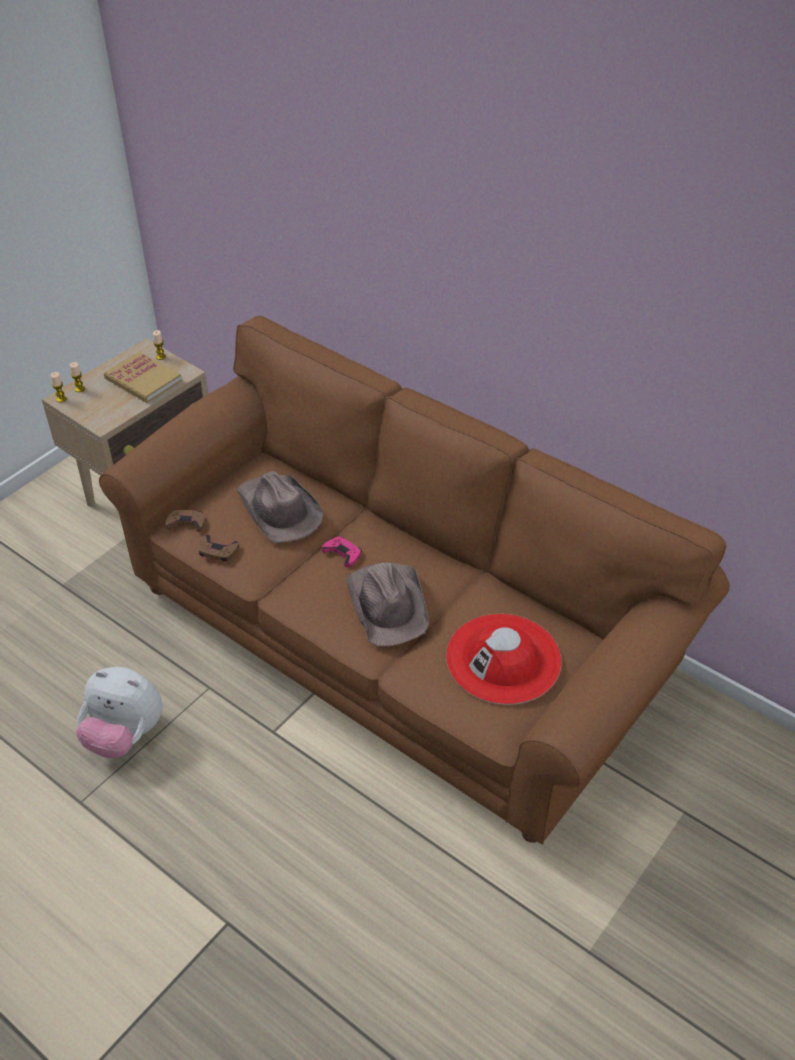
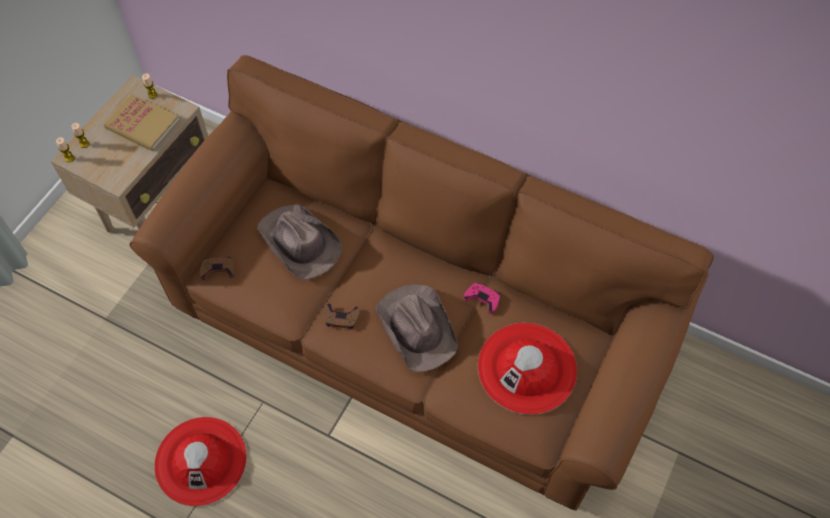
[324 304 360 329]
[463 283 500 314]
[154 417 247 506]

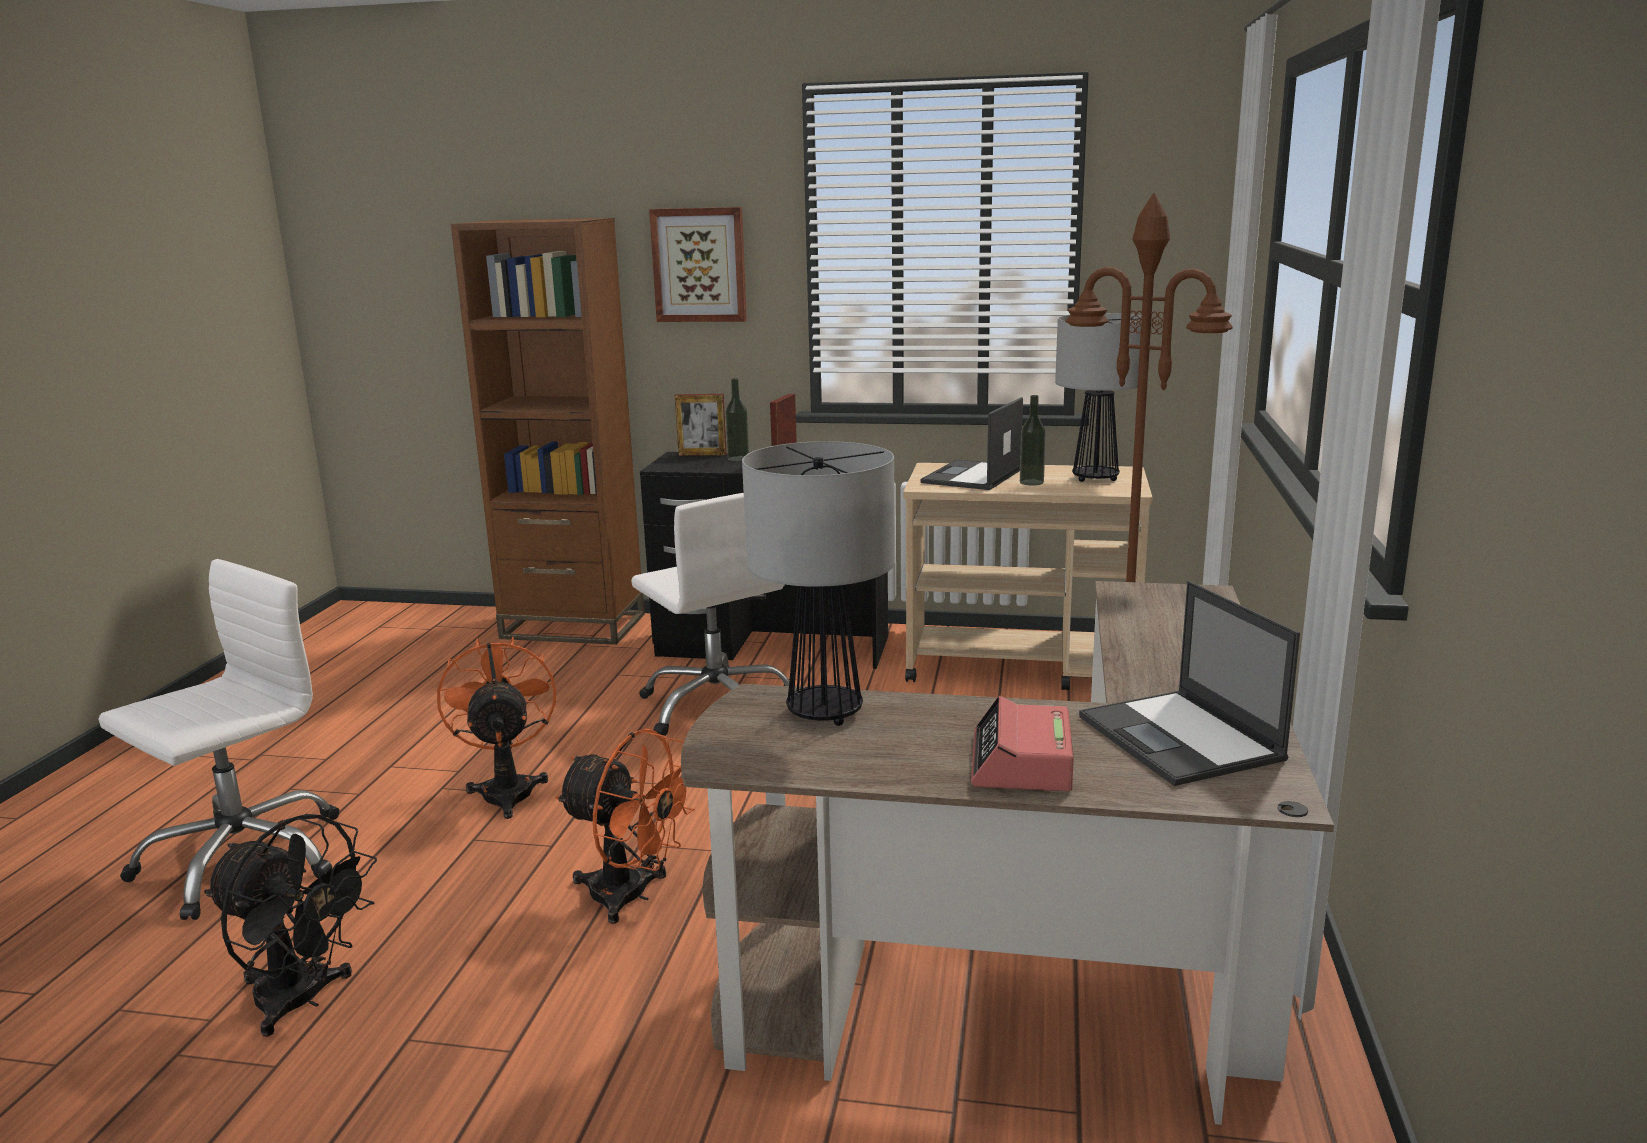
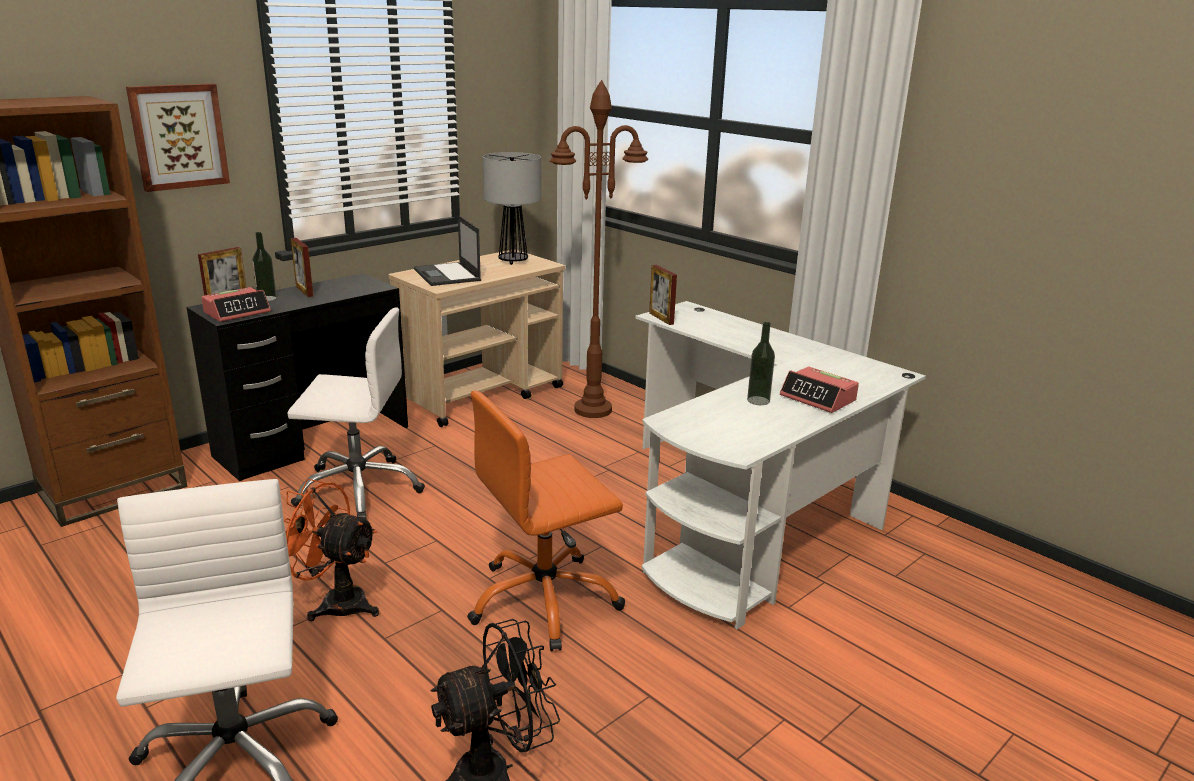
[747 322 775 405]
[742 441 895 726] (first image)
[635 301 926 629]
[1079 581 1300 786] (first image)
[467 391 625 651]
[649 265 677 325]
[201 287 271 322]

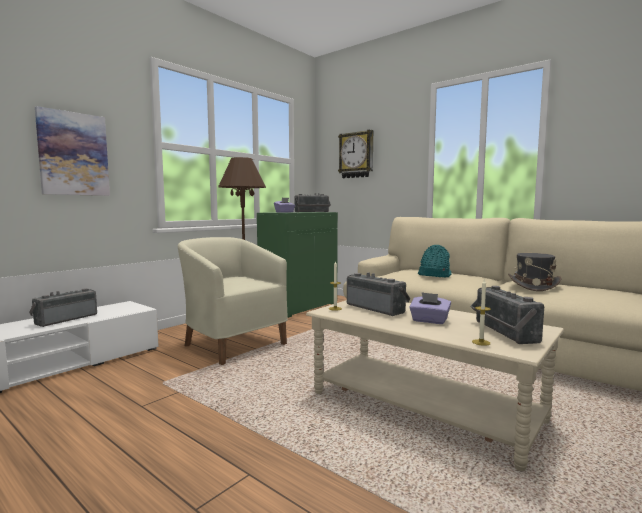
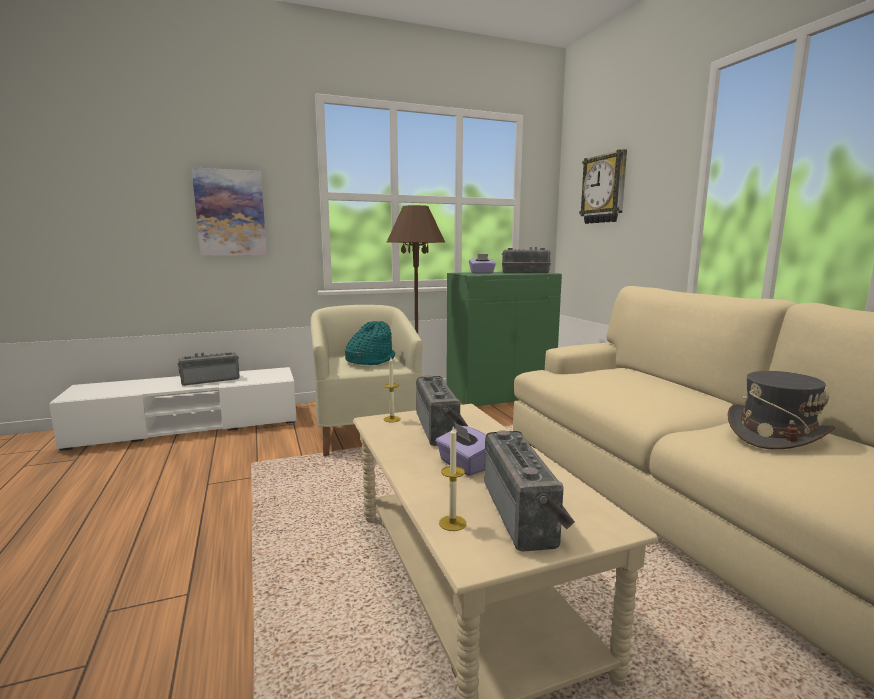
[345 321 395 365]
[484 430 575 552]

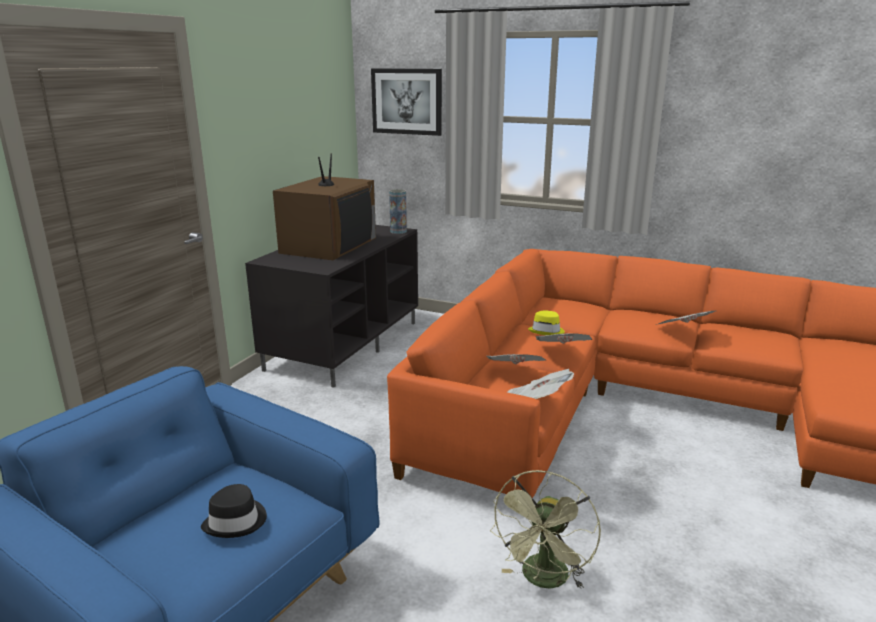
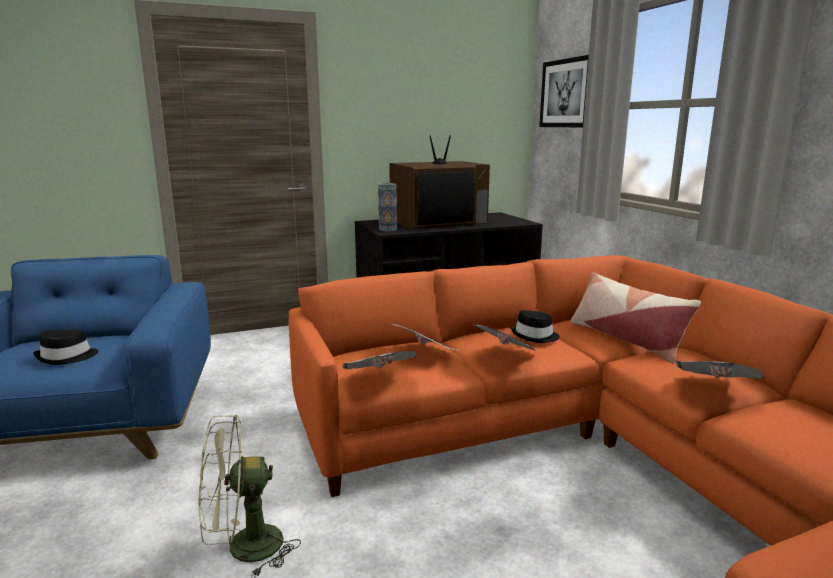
[378 183 397 231]
[511 310 559 343]
[571 272 701 363]

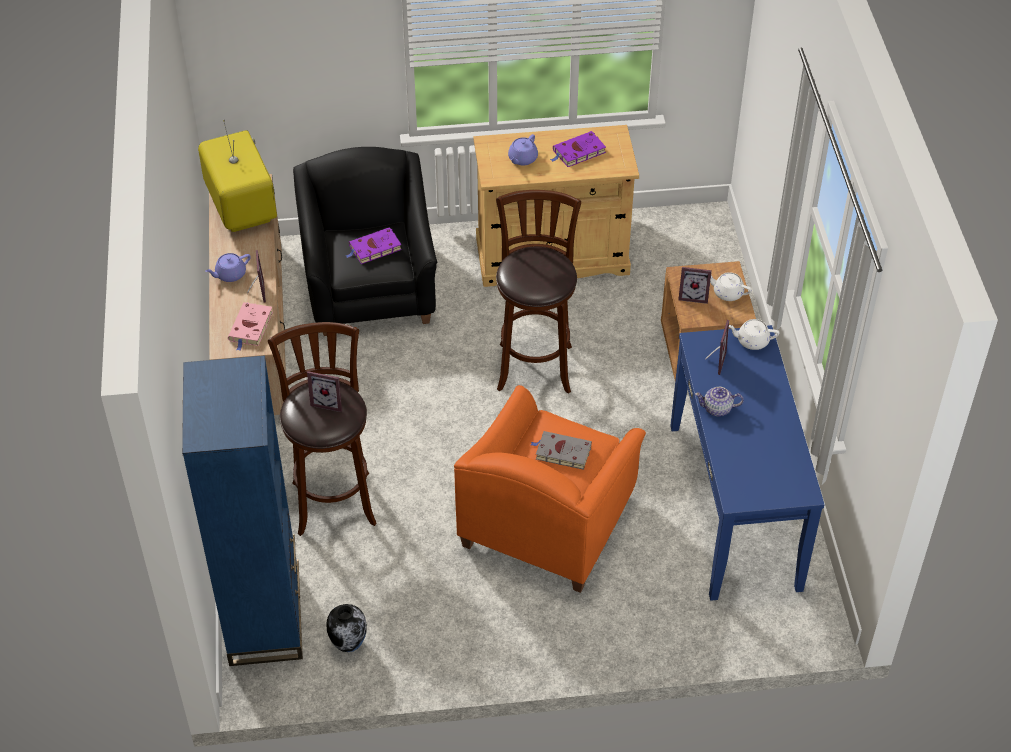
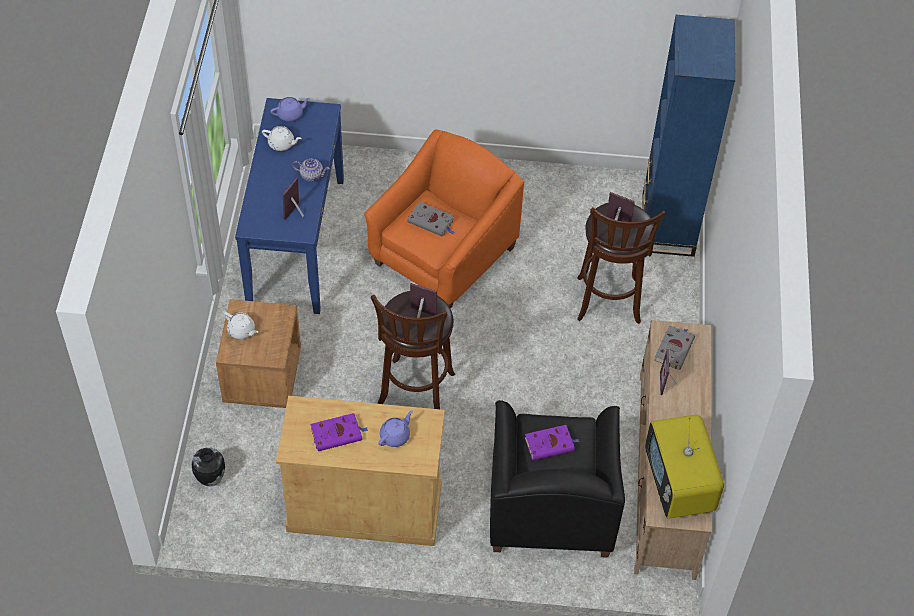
[271 97 310 122]
[410 283 437 318]
[654 325 695 370]
[262 126 301 151]
[191 448 225 486]

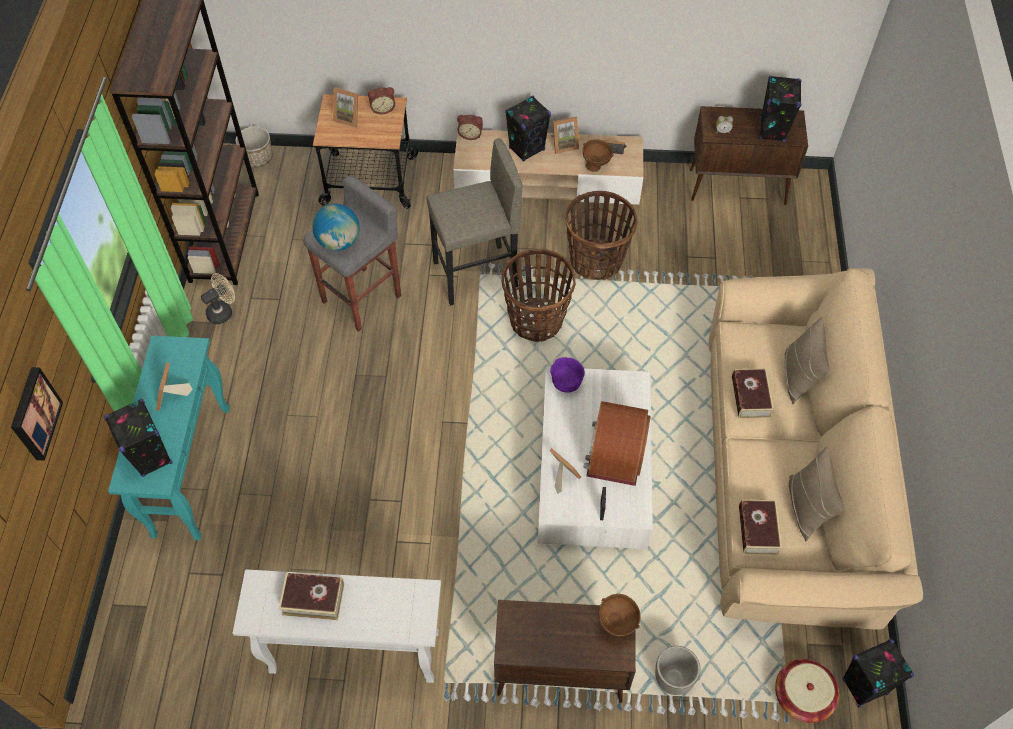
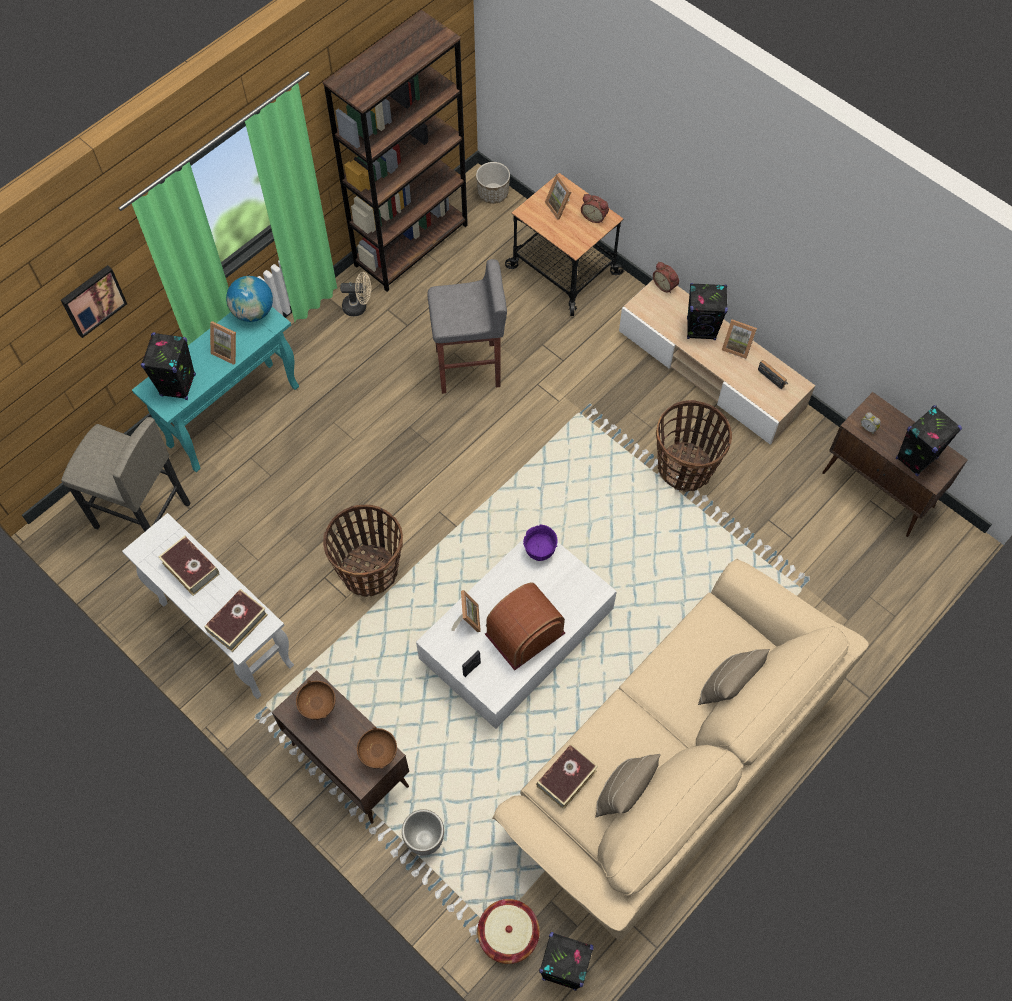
[61 417 190 532]
[296 680 336 720]
[226 276 273 322]
[323 504 403 597]
[210 321 236 365]
[204 589 268 652]

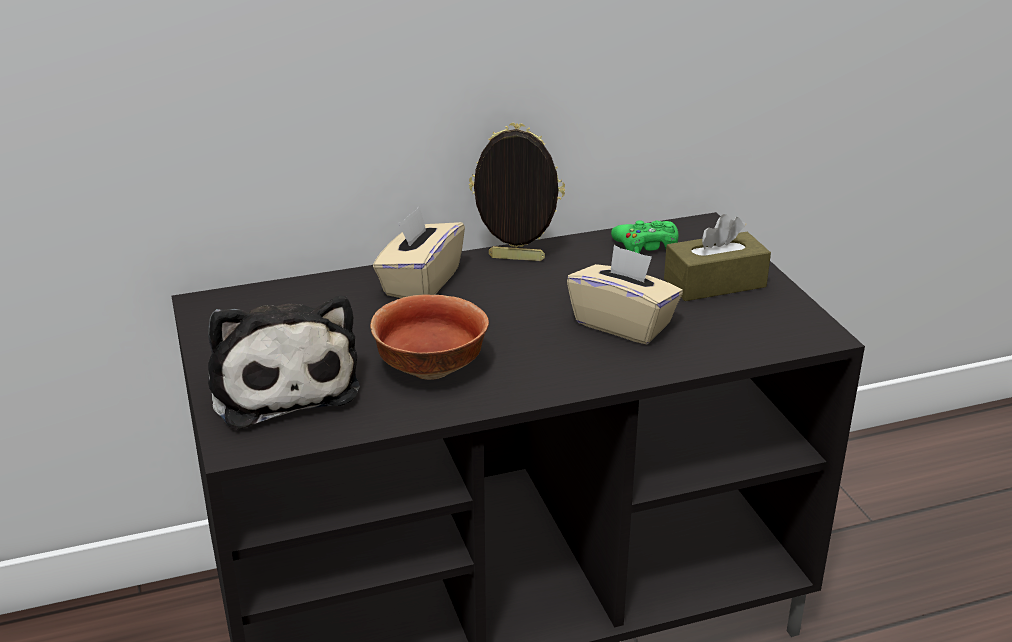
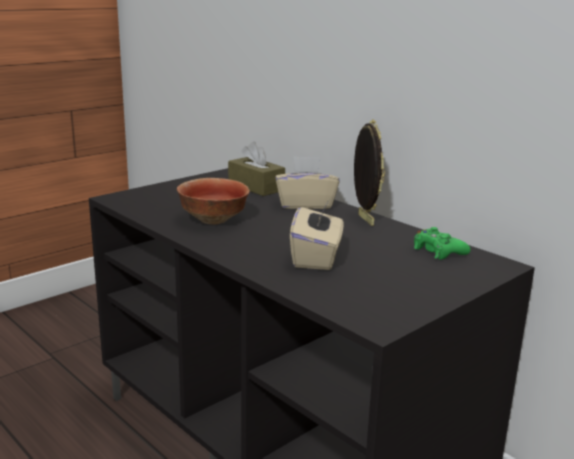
[228 142 285 196]
[208 296 360 430] (first image)

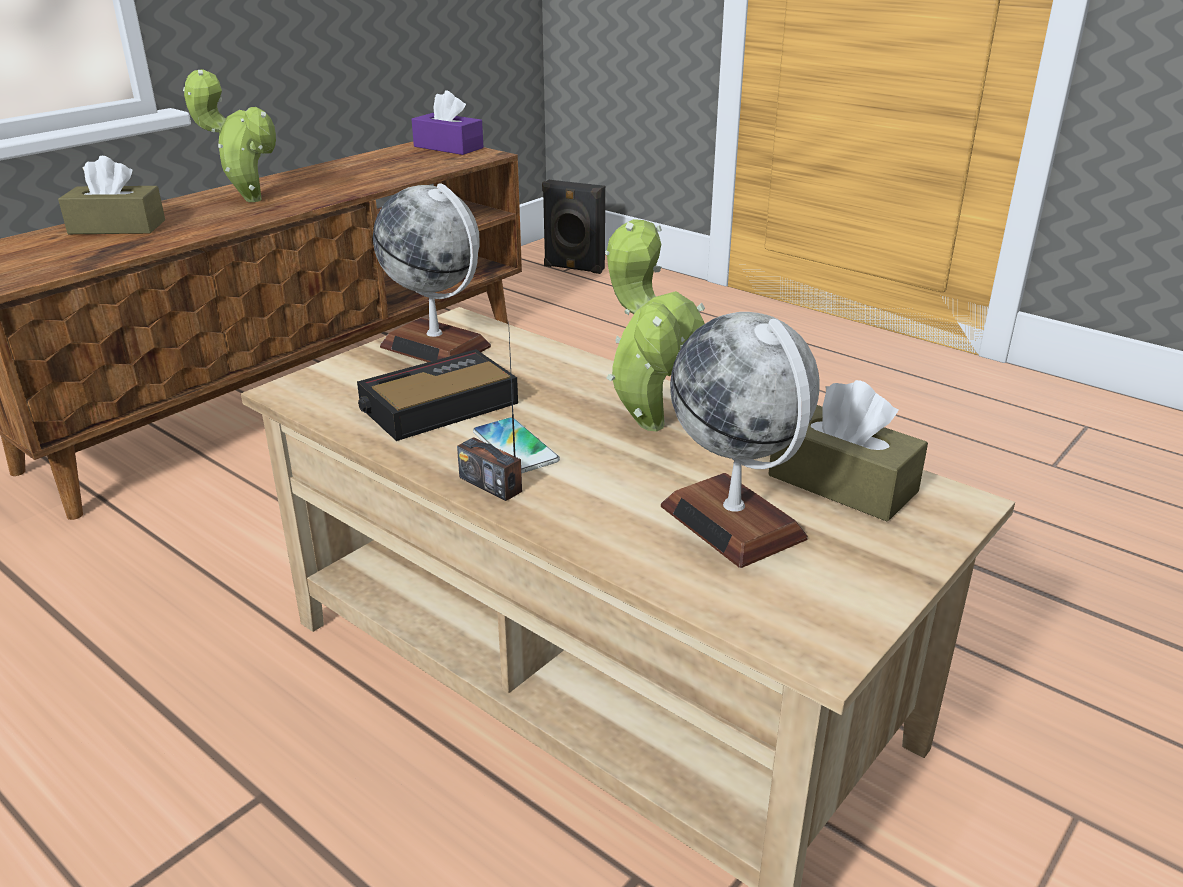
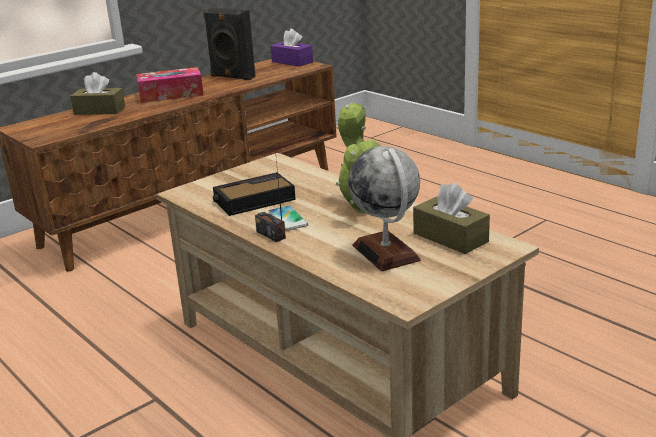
[136 67 204 103]
[203 8 256 80]
[373 183 491 362] (first image)

